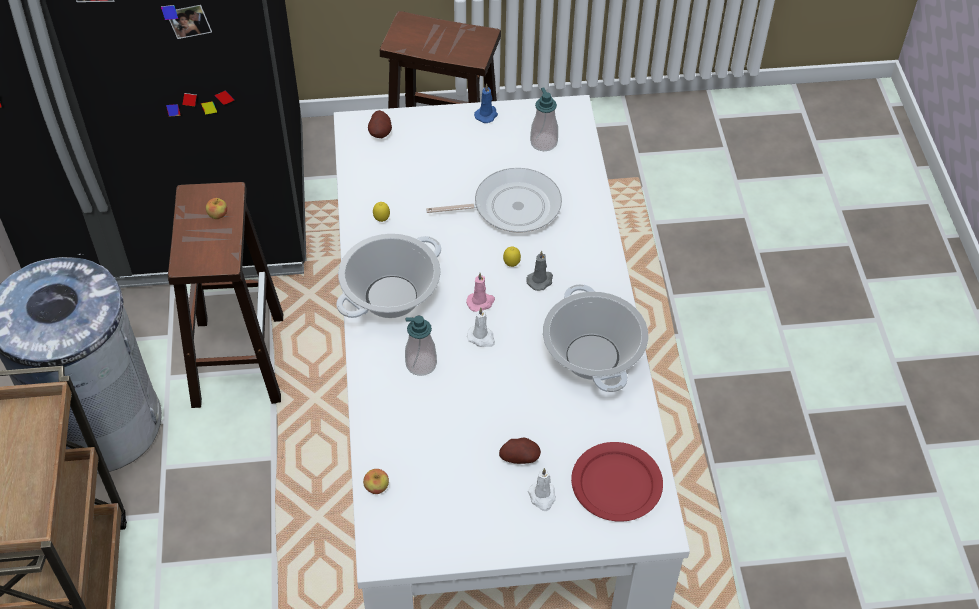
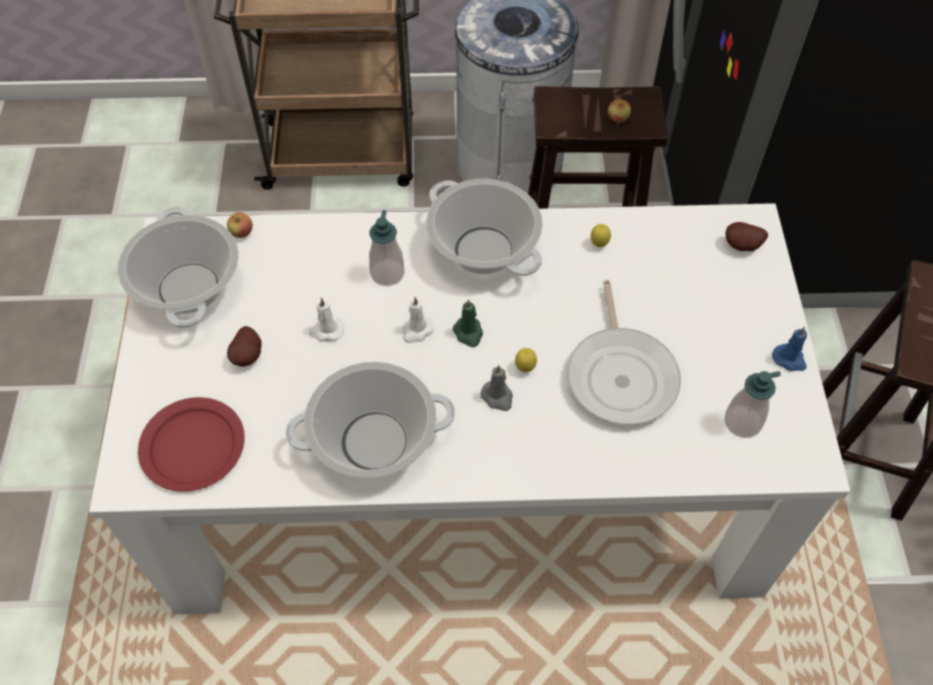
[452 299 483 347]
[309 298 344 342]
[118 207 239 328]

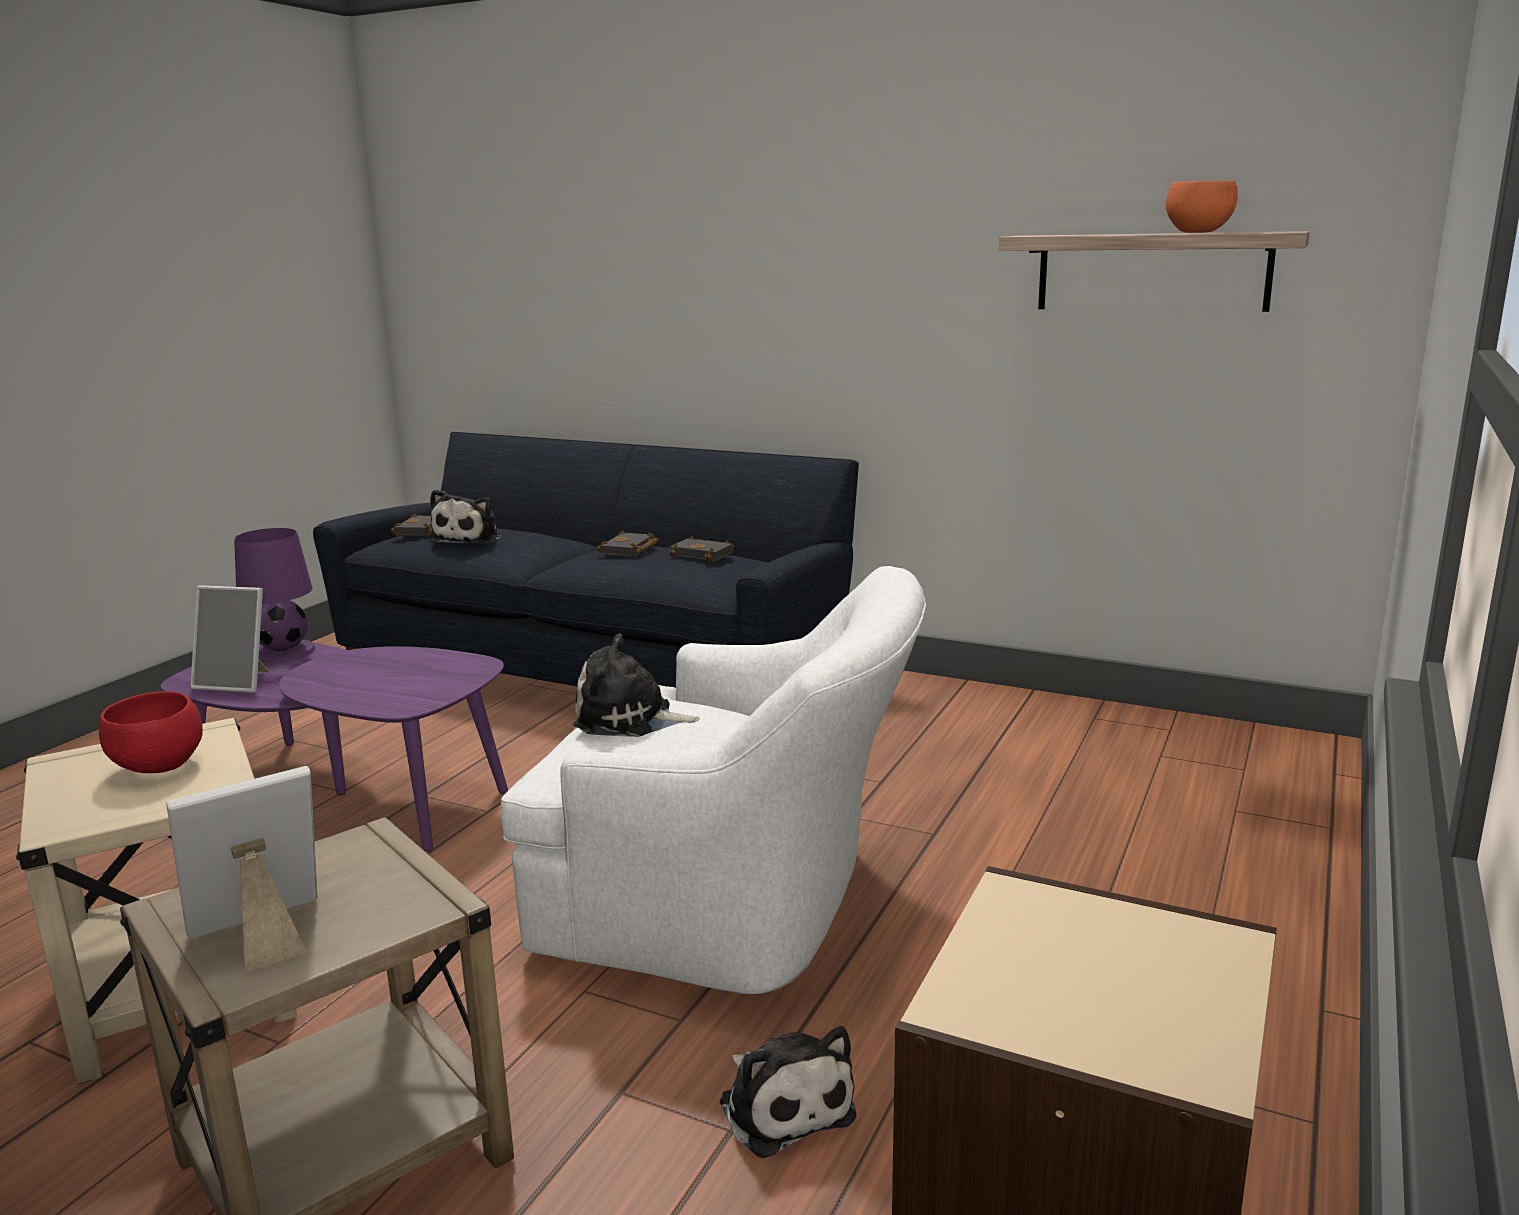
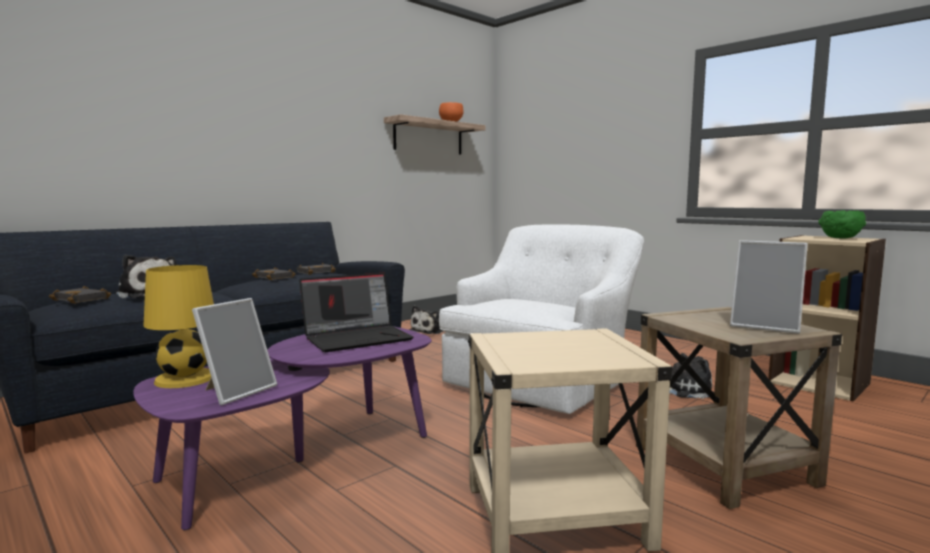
[143 265 214 388]
[410 305 444 334]
[99 691 203 773] (first image)
[730 240 808 334]
[818 210 866 239]
[299 273 414 352]

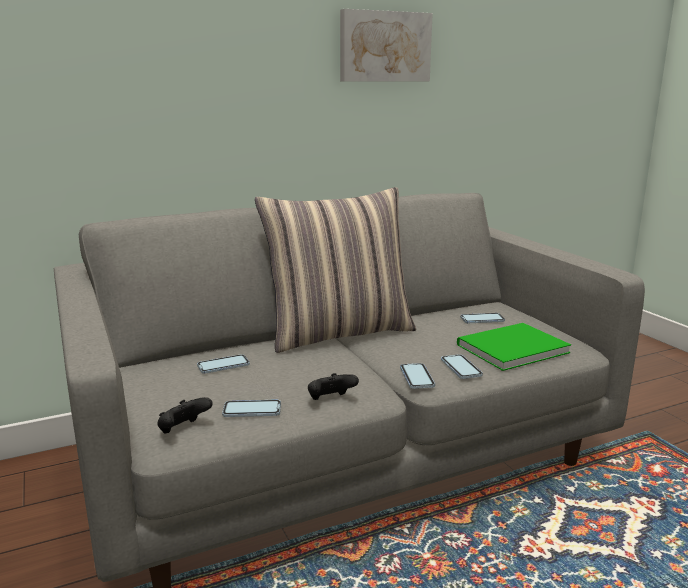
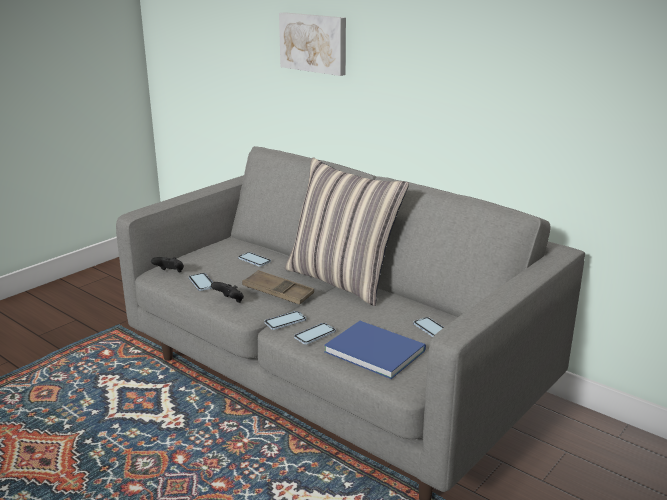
[279 12 346 76]
[324 321 426 379]
[242 270 314 305]

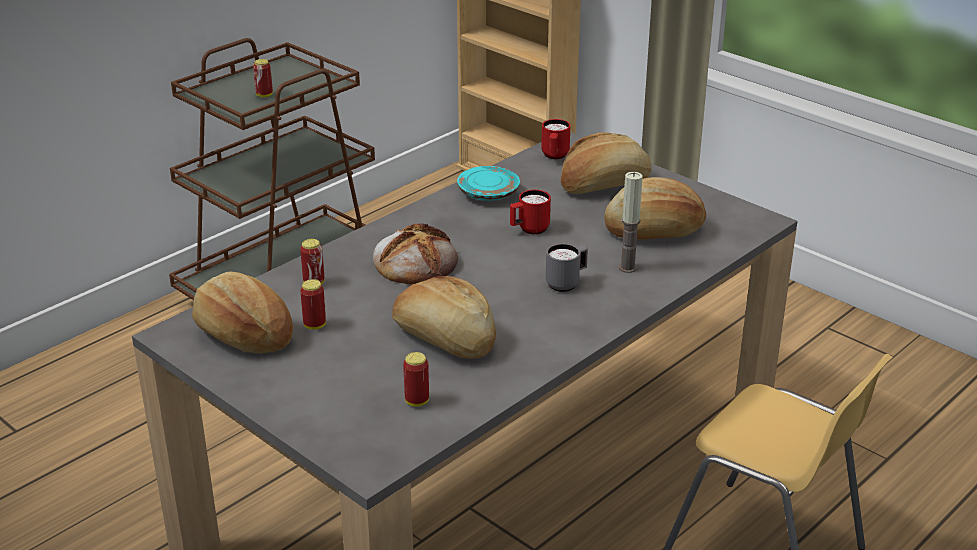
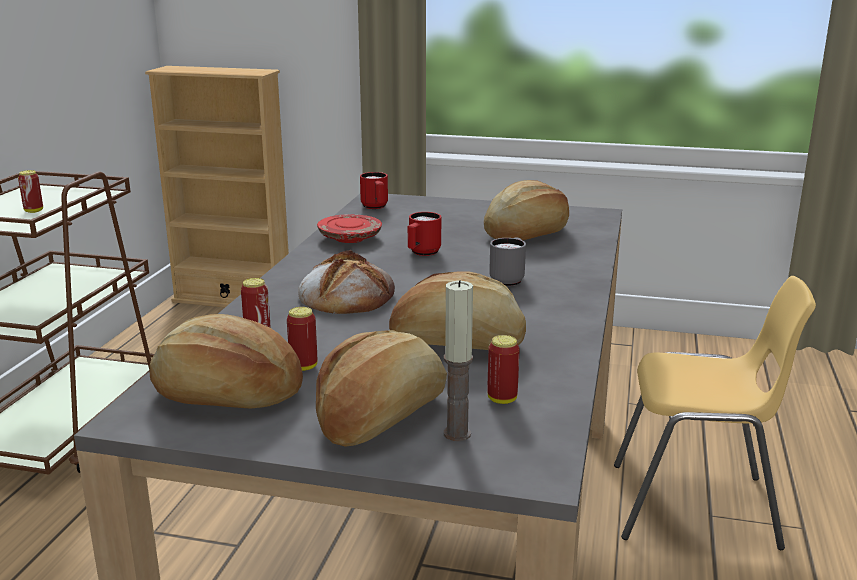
[316 330 447 447]
[317 214 382 243]
[444 280 473 441]

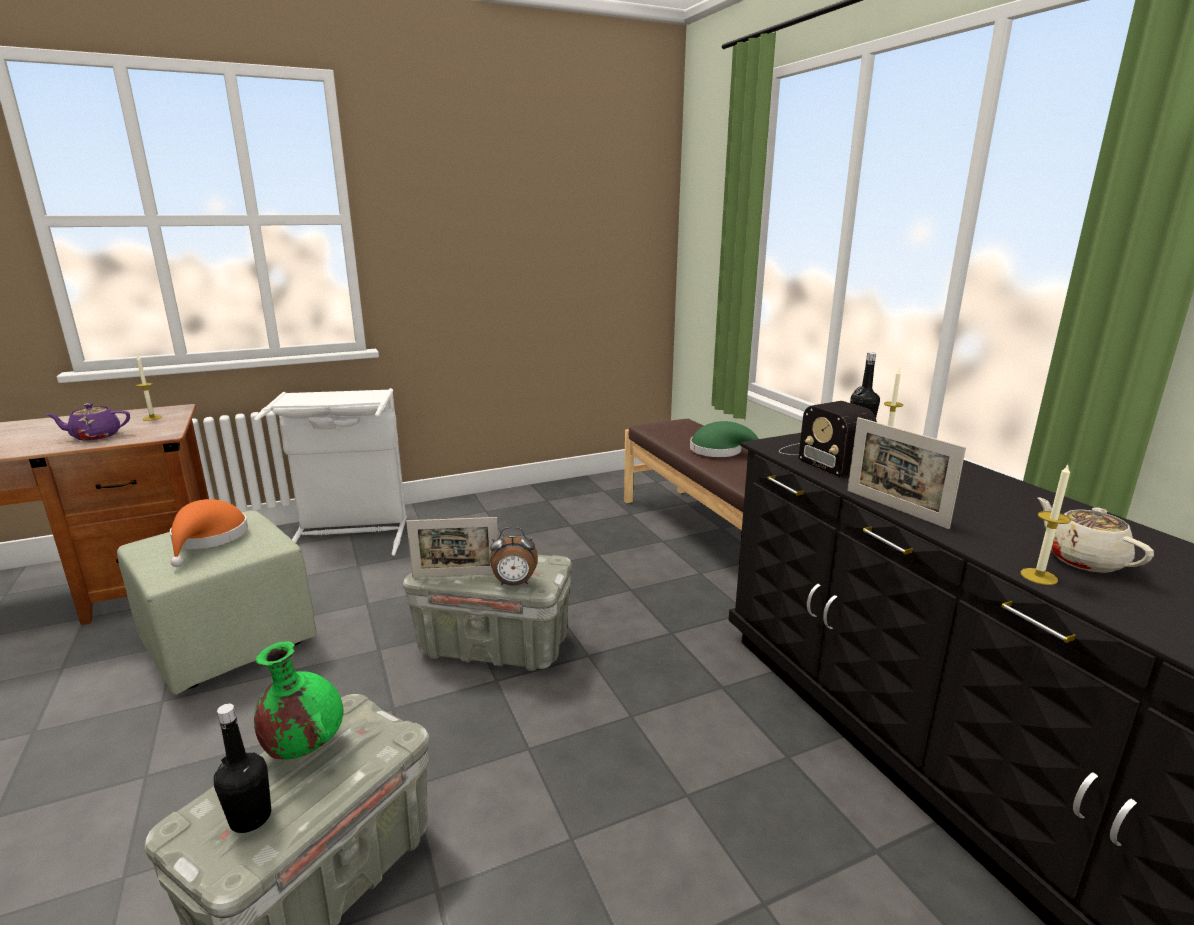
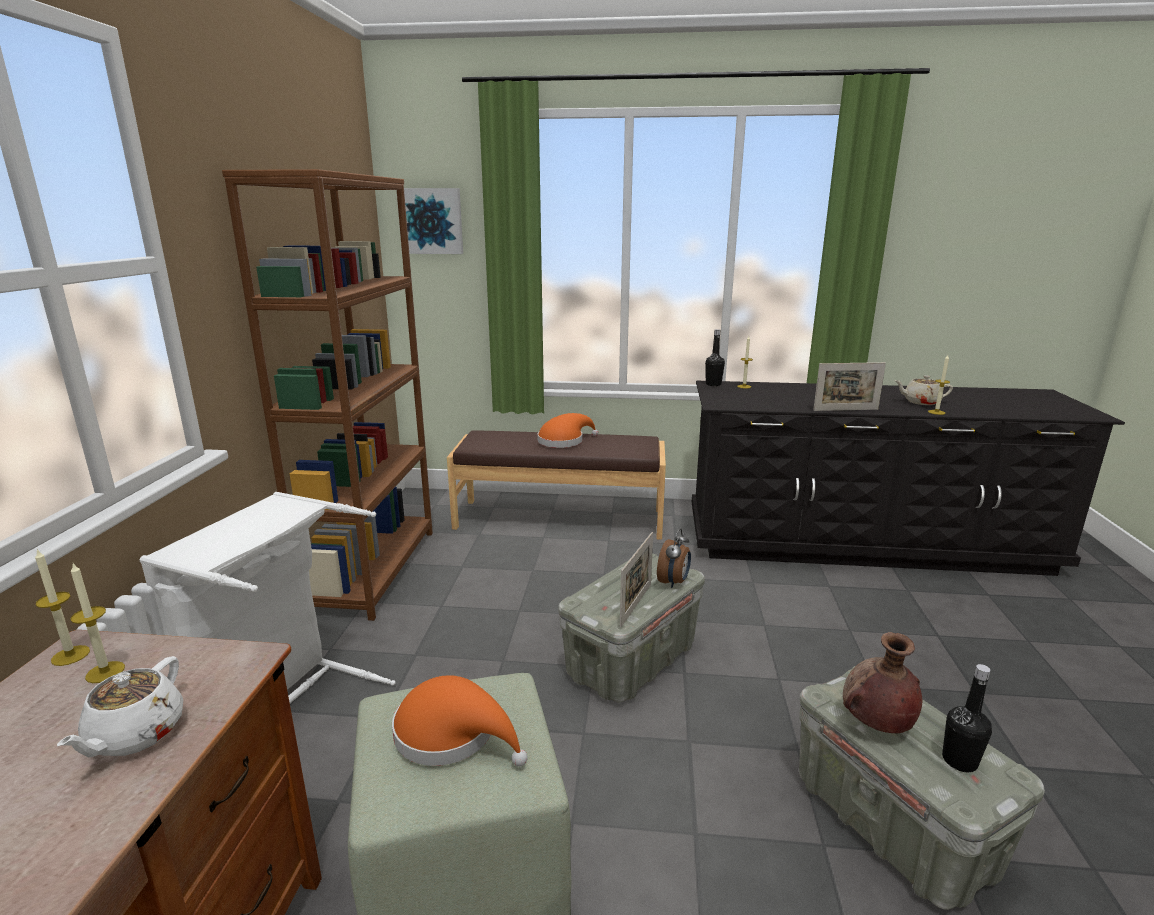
[779 401 877 477] (first image)
[57 656 183 758]
[538 413 598 448]
[843 632 923 733]
[222 169 433 621]
[396 188 463 254]
[35 549 90 666]

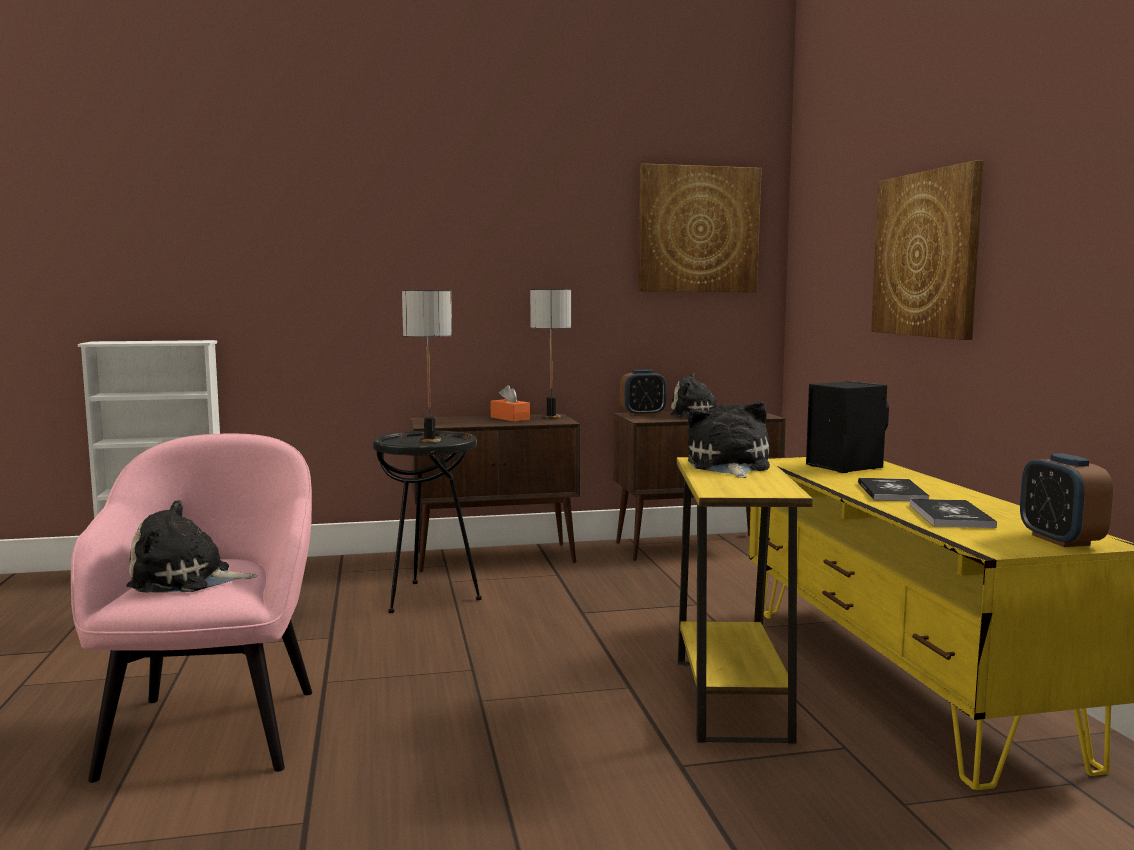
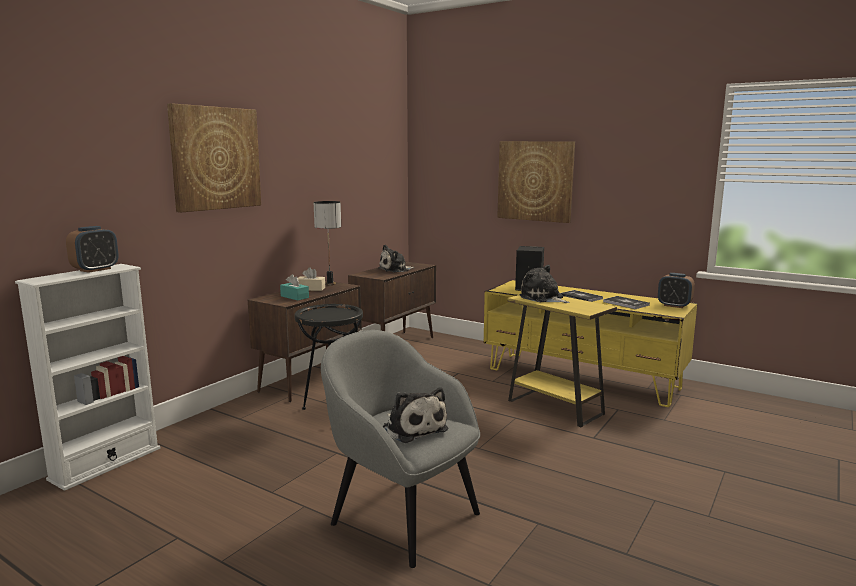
[167 103 261 213]
[402 290 452 443] (first image)
[66 226 119 273]
[298 267 325 291]
[321 330 480 568]
[383 387 448 443]
[280 274 309 301]

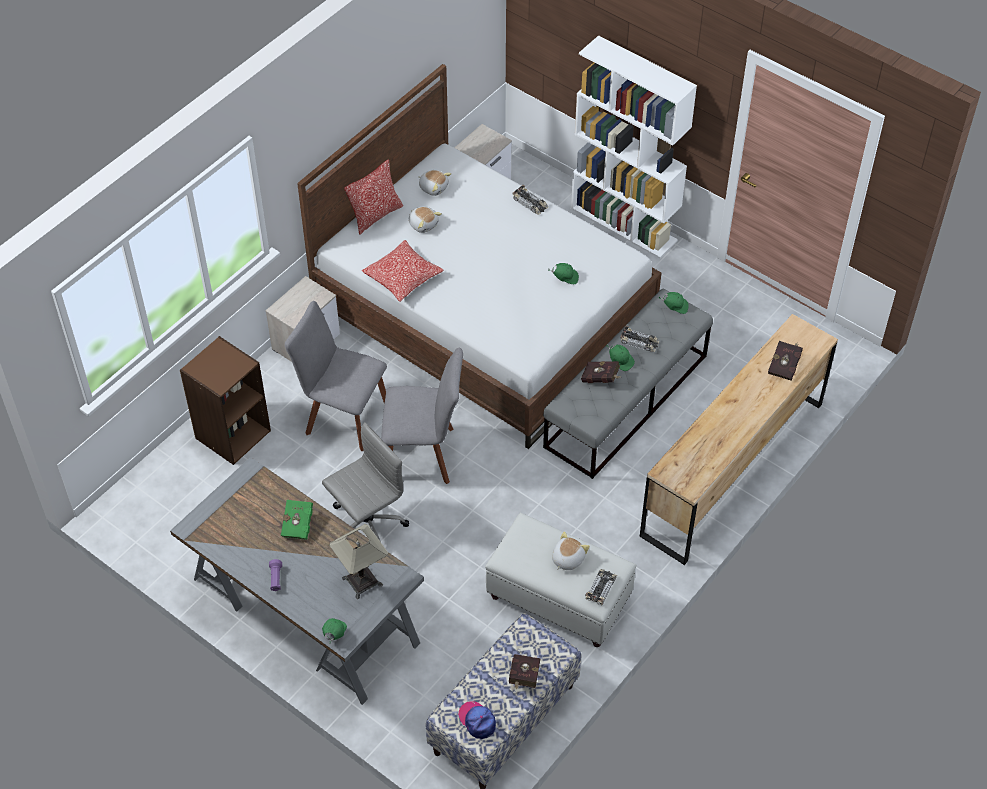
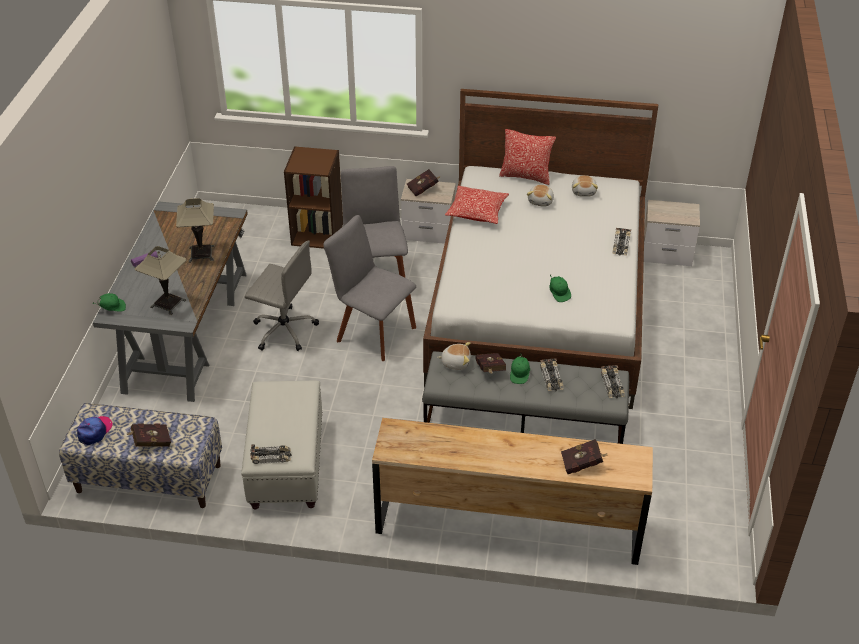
[571 35 697 258] (first image)
[601 365 625 398]
[323 215 416 361]
[176 198 214 263]
[437 342 471 370]
[407 169 440 196]

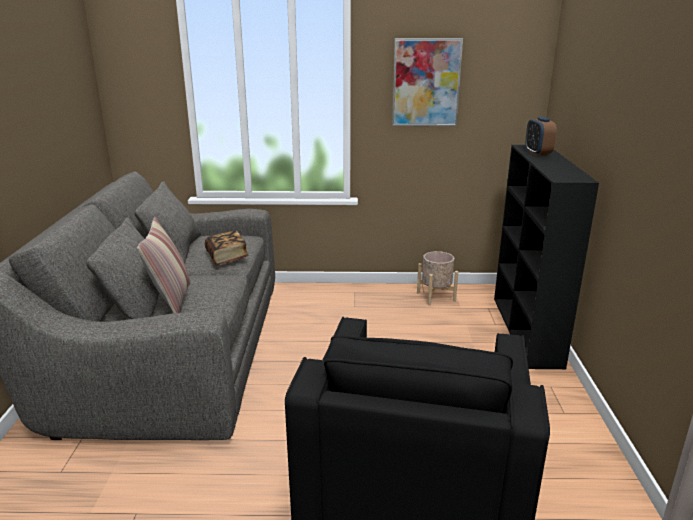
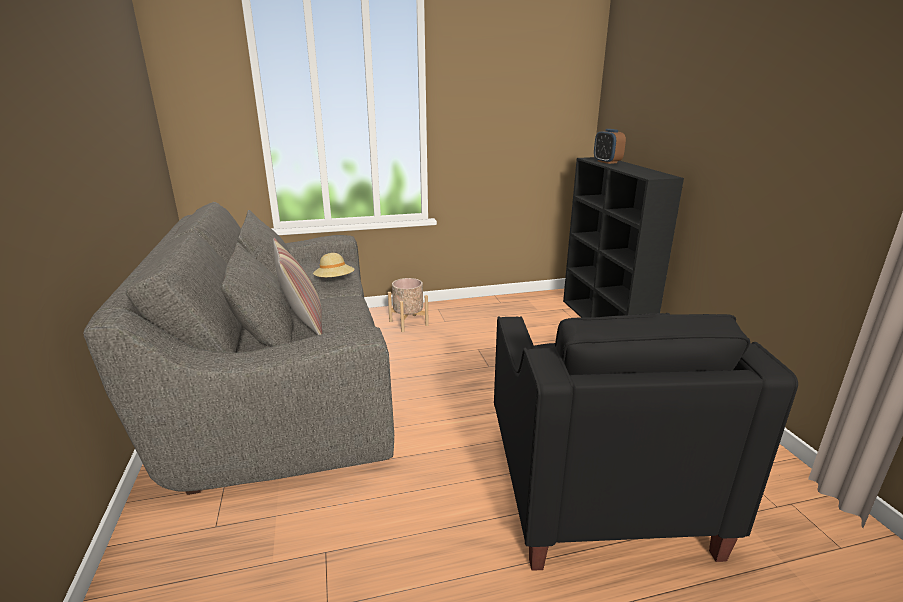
[392 38 463 126] (first image)
[313 253 354 277]
[388 278 429 332]

